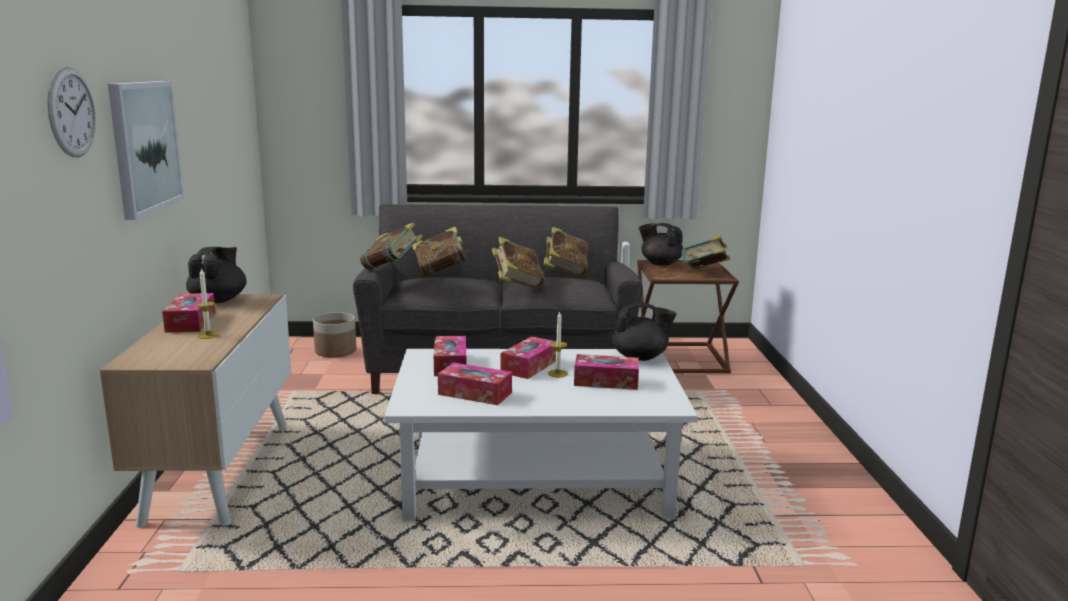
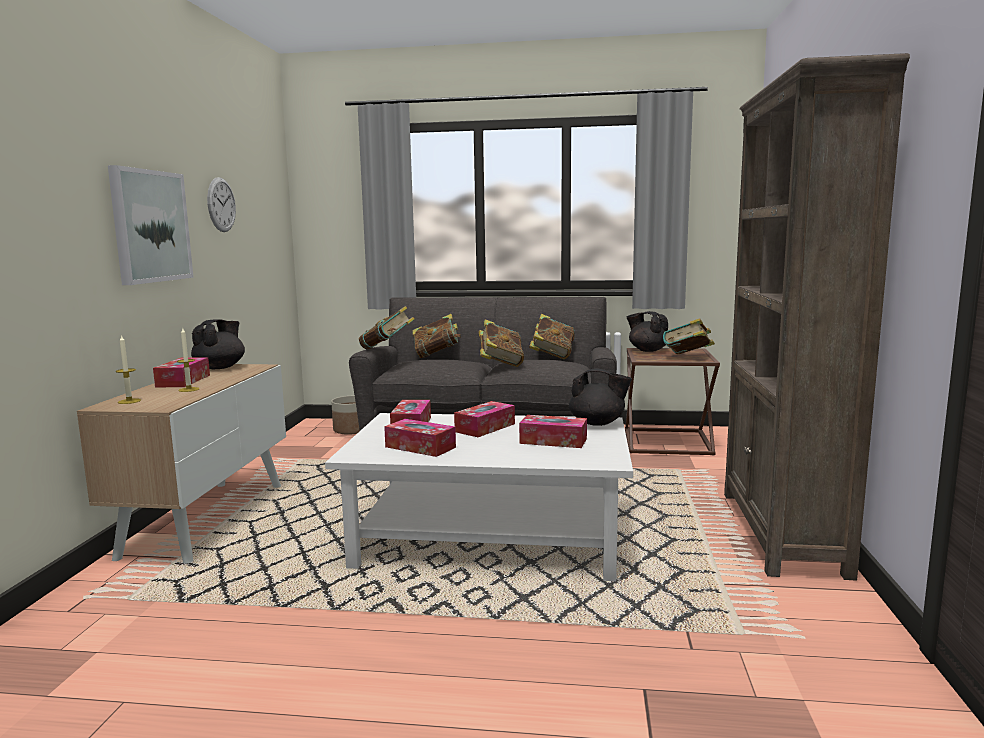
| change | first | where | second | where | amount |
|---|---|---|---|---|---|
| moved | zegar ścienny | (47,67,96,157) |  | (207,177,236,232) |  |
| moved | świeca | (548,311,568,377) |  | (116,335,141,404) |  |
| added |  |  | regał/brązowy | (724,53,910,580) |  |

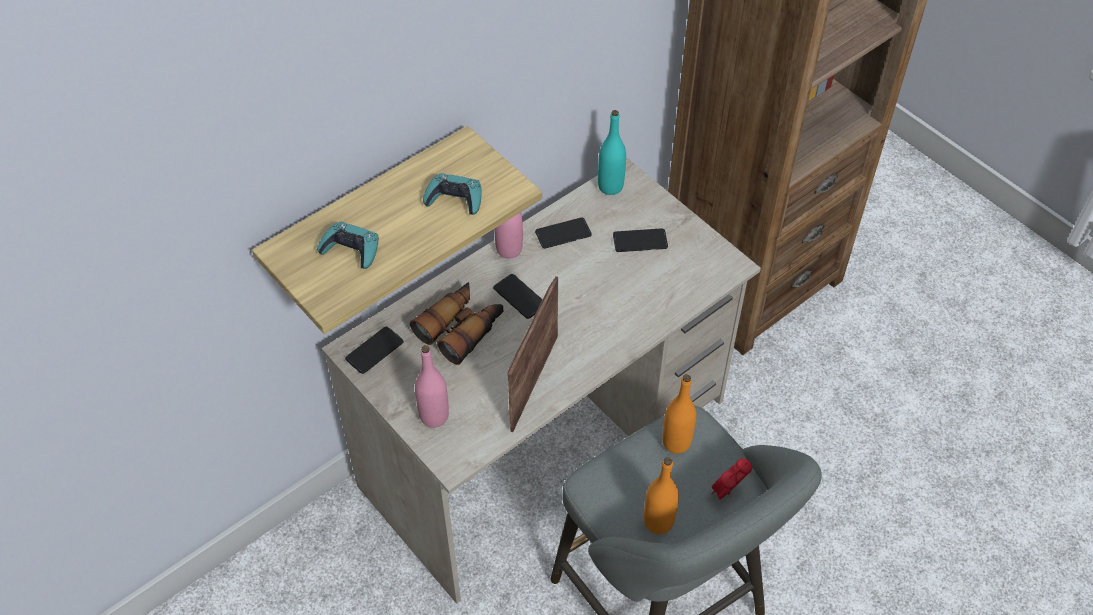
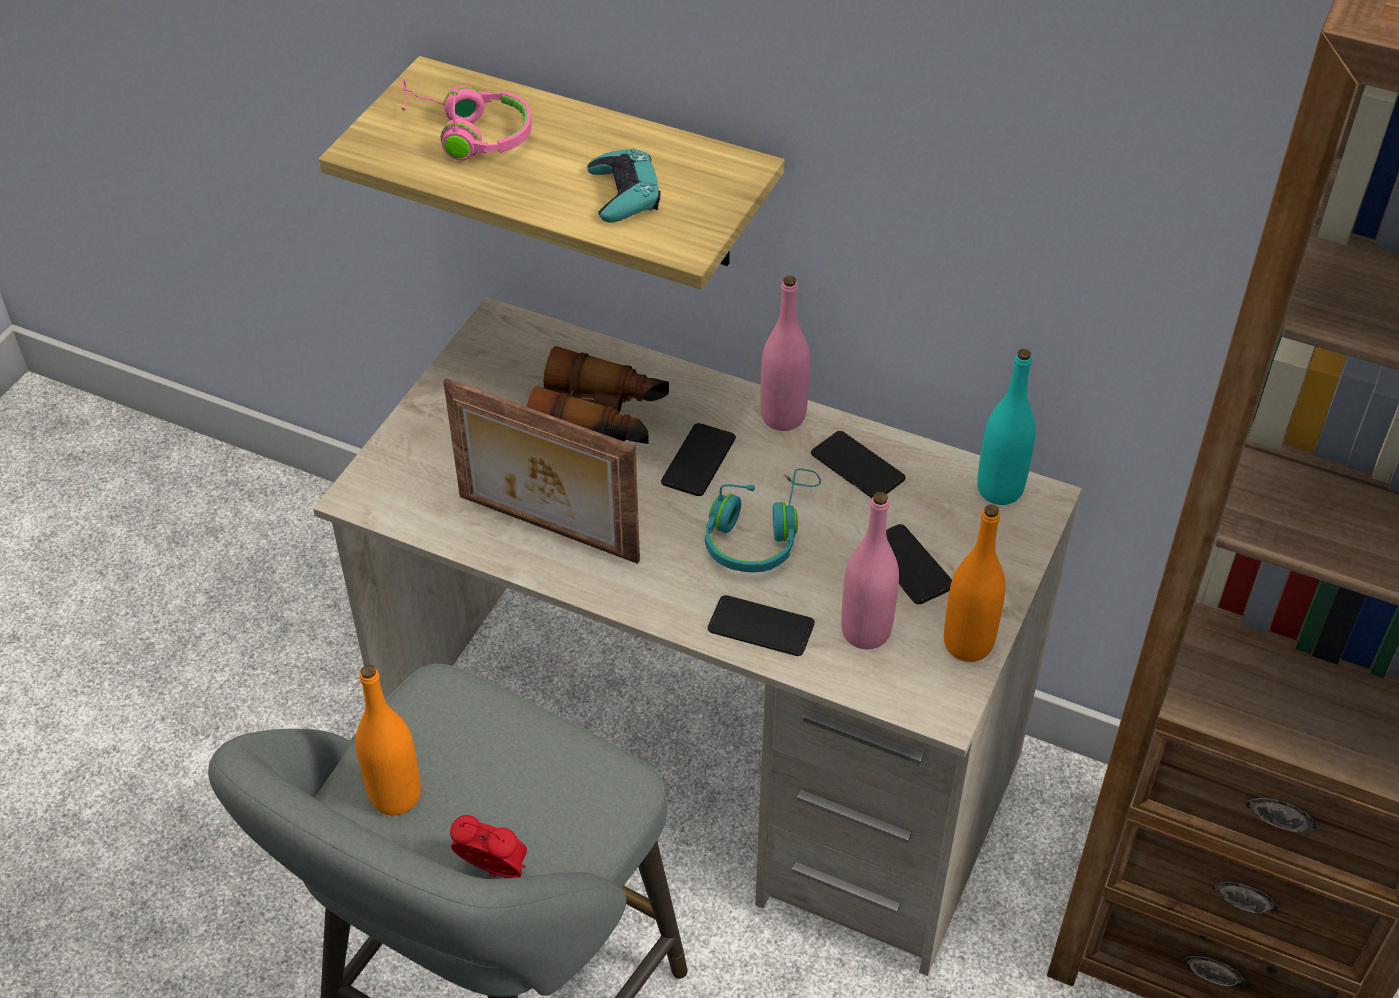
| change | first | where | second | where | amount |
|---|---|---|---|---|---|
| replaced | pad do gier/turkusowy | (317,222,378,269) | słuchawki/różowy | (401,79,532,161) |  |
| turned | ramka na zdjęcie | (508,276,558,432) |  | (443,378,640,564) | 150 degrees counterclockwise |
| moved | telefon | (345,327,404,374) |  | (708,595,815,656) |  |
| moved | butelka/różowy | (415,345,449,428) |  | (841,492,899,649) |  |
| moved | butelka/pomarańczowy | (662,374,696,454) |  | (944,504,1006,662) |  |
| added |  |  | słuchawki/turkusowy | (705,468,821,573) |  |

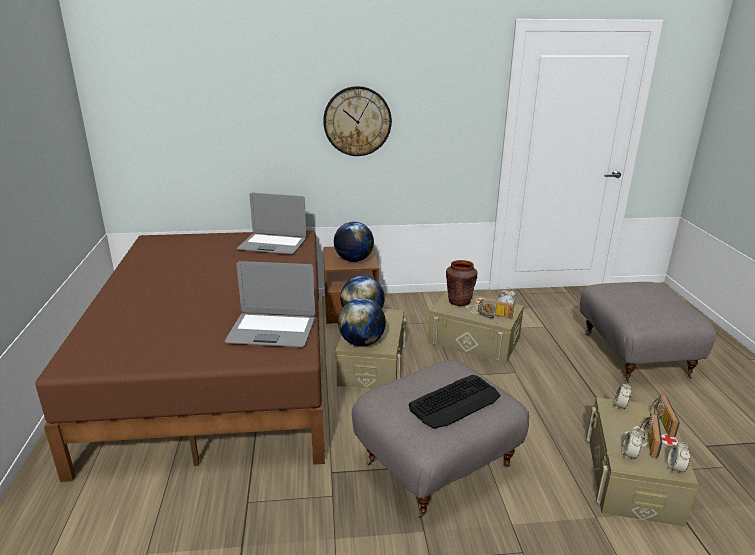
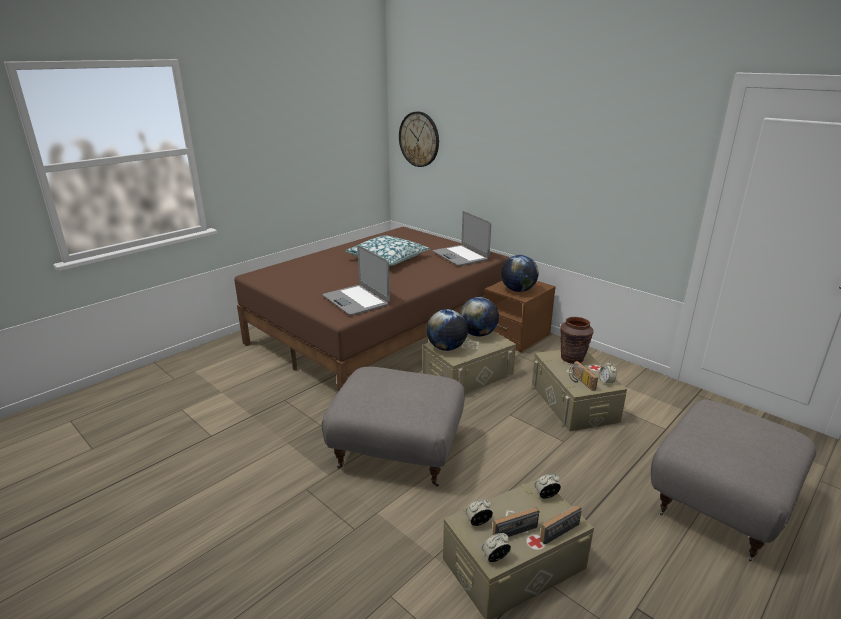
| change | first | where | second | where | amount |
|---|---|---|---|---|---|
| moved | zegar ścienny | (323,86,392,156) |  | (399,111,439,167) |  |
| removed | klawiatura | (409,375,501,429) |  |  |  |
| added |  |  | poduszka | (345,235,430,266) |  |

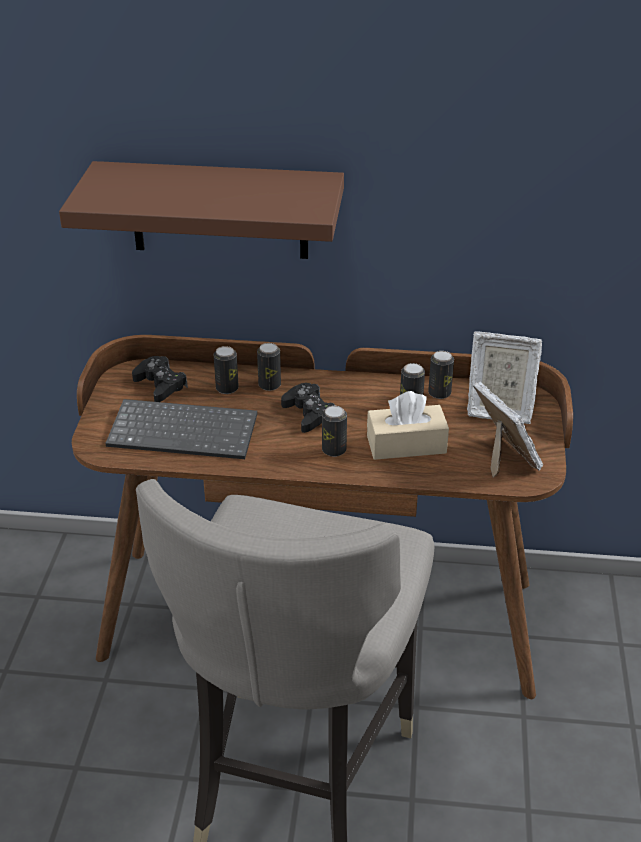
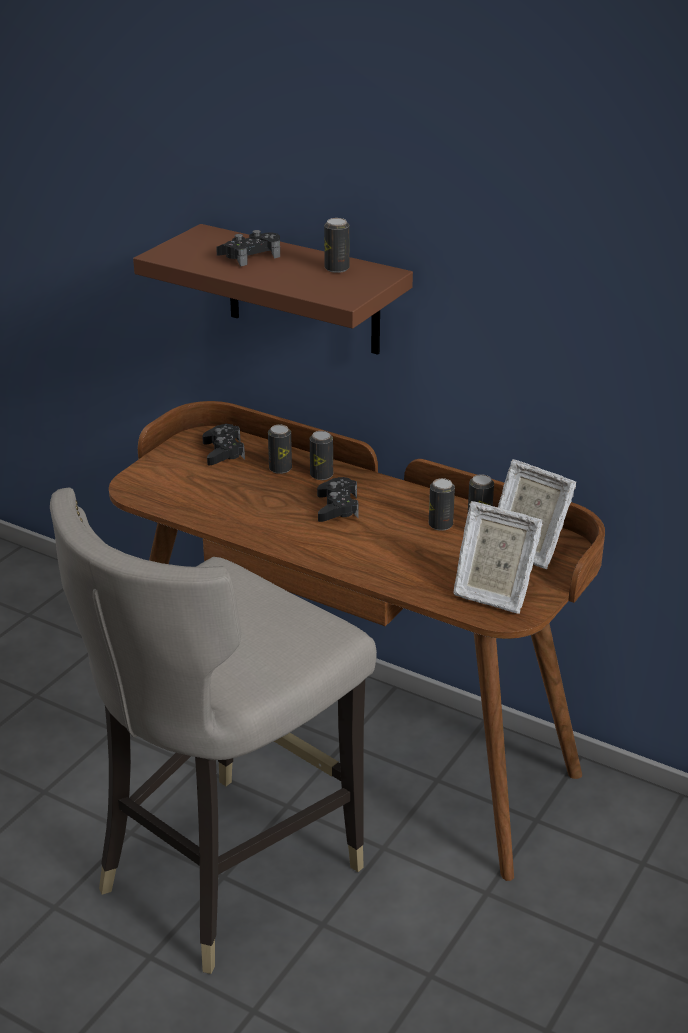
| change | first | where | second | where | amount |
|---|---|---|---|---|---|
| turned | ramka na zdjęcie | (473,381,543,478) |  | (454,501,543,614) | 120 degrees clockwise |
| removed | pudełko chusteczek/beżowy | (367,391,449,460) |  |  |  |
| removed | klawiatura | (105,399,257,459) |  |  |  |
| moved | puszka | (322,406,347,457) |  | (324,218,350,273) |  |
| added |  |  | pad do gier/czarny | (216,230,280,267) |  |

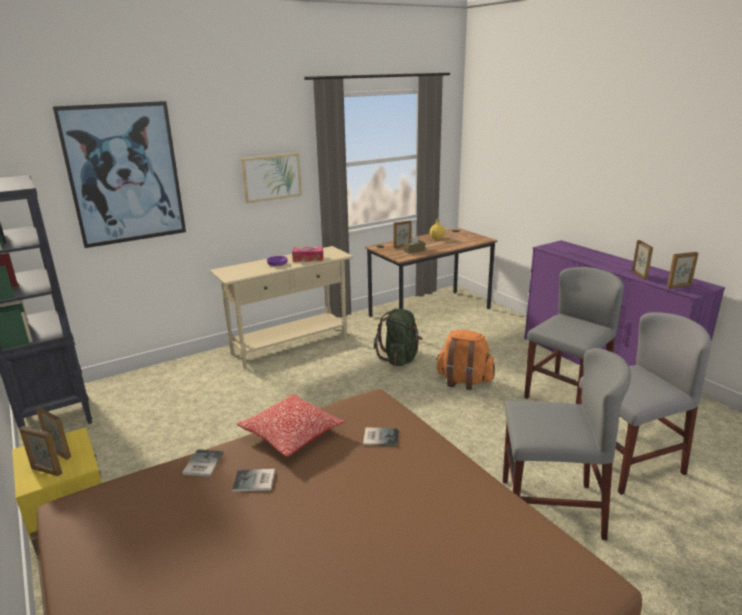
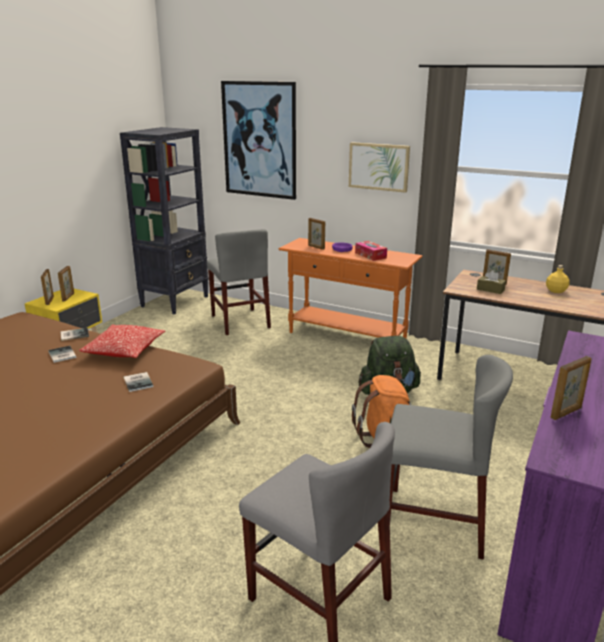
| change | first | where | second | where | amount |
|---|---|---|---|---|---|
| recoloured | stolik konsolowy/beżowy | (210,246,354,368) | stolik konsolowy/pomarańczowy | (279,238,423,339) |  |
| moved | ramka na zdjęcie | (667,252,698,289) |  | (308,218,325,250) |  |
| moved | krzesło/szary | (503,348,631,540) |  | (207,229,271,335) |  |

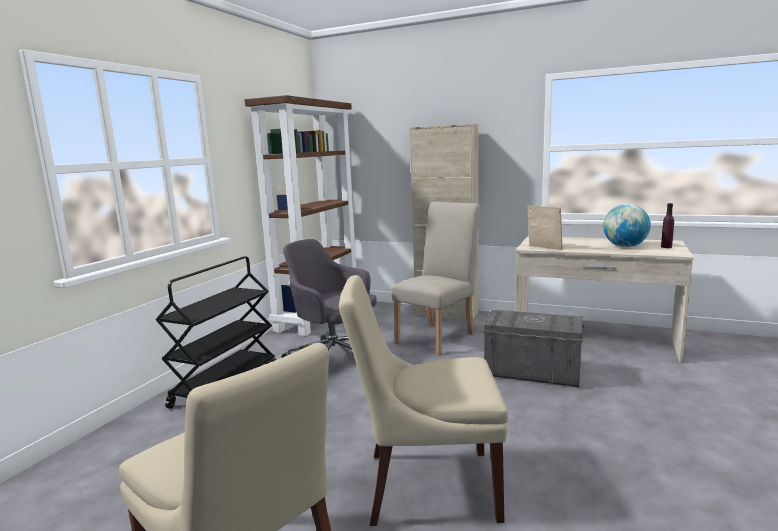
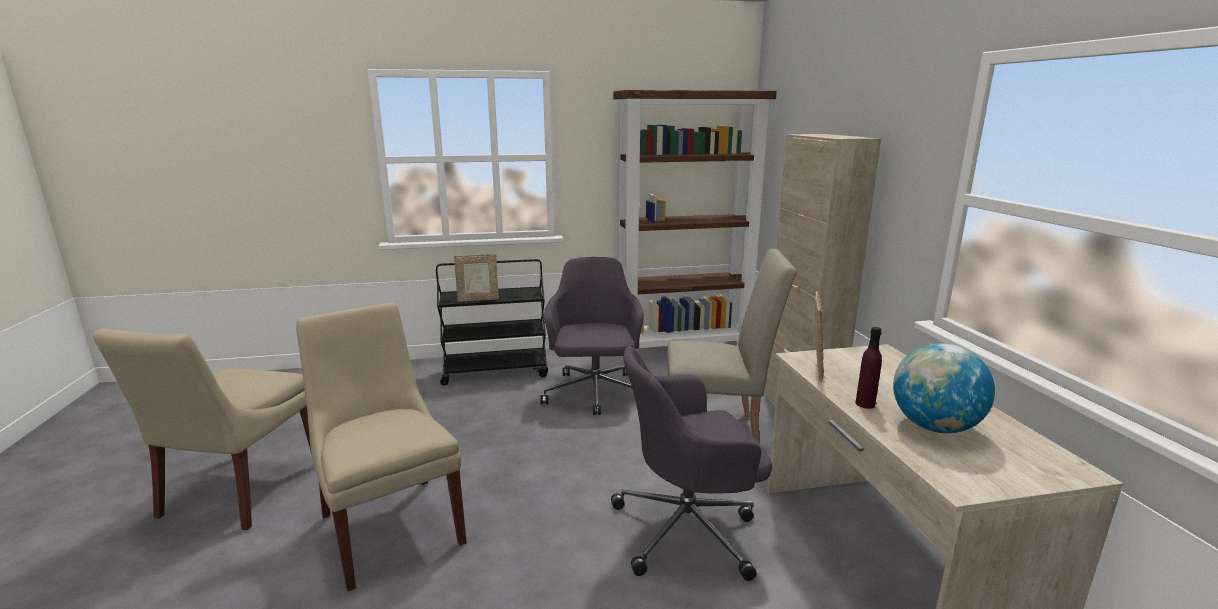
| change | first | where | second | where | amount |
|---|---|---|---|---|---|
| moved | butelka/fioletowy | (661,203,674,248) |  | (855,327,882,409) |  |
| replaced | pojemnik do przechowywania/szary | (482,309,584,387) | krzesło biurowe/szary | (611,346,772,581) |  |
| added |  |  | ramka na zdjęcie | (454,254,499,302) |  |

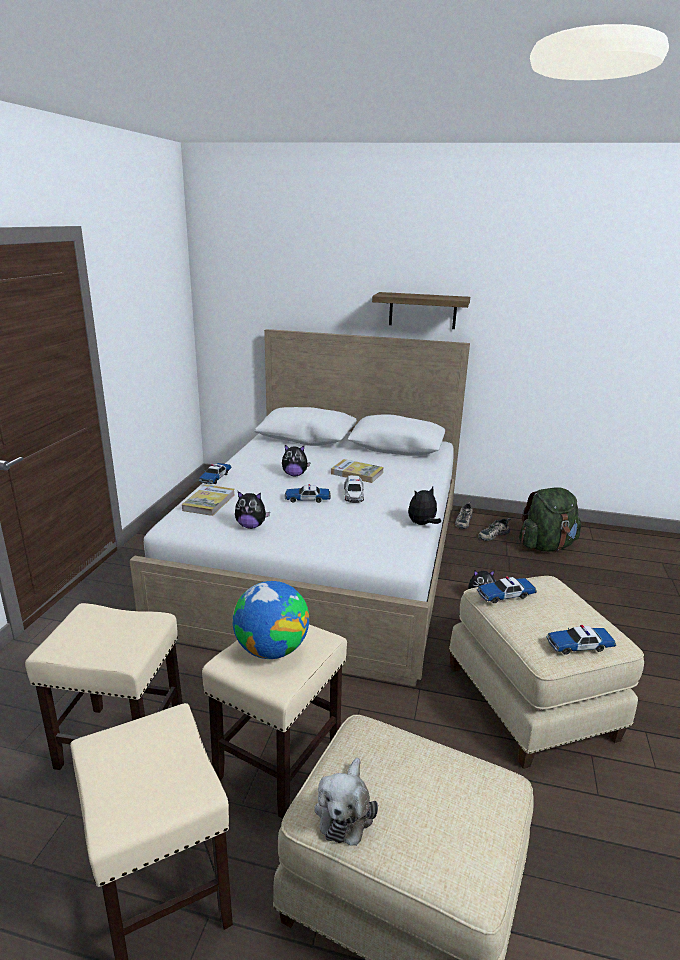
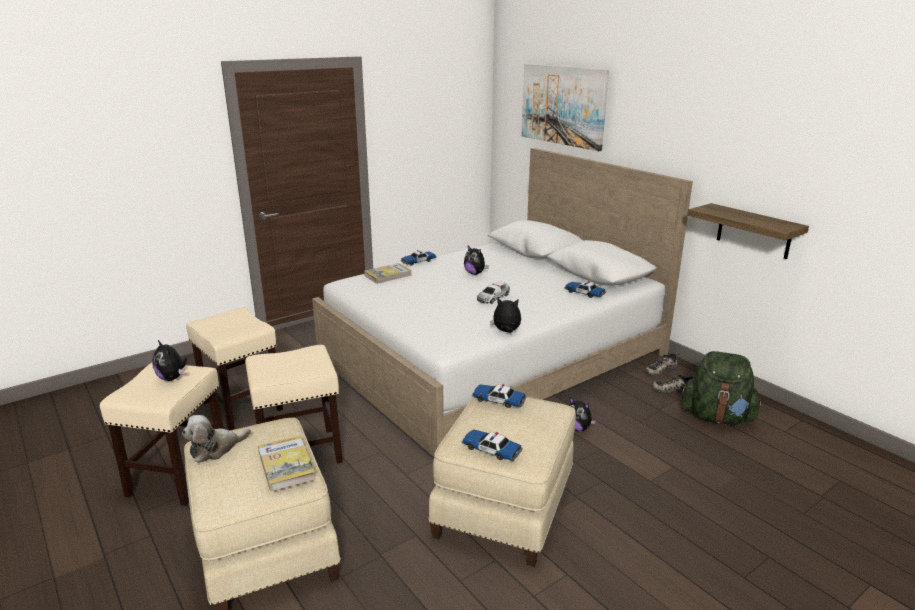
| change | first | where | second | where | amount |
|---|---|---|---|---|---|
| moved | półka | (372,292,470,329) |  | (687,203,809,259) |  |
| moved | książka | (331,459,384,483) |  | (258,436,316,492) |  |
| moved | samochodzik | (285,484,331,503) |  | (564,281,606,298) |  |
| moved | pluszak | (235,491,270,529) |  | (152,340,187,381) |  |
| removed | globus | (232,581,309,659) |  |  |  |
| added |  |  | obraz | (522,64,609,151) |  |

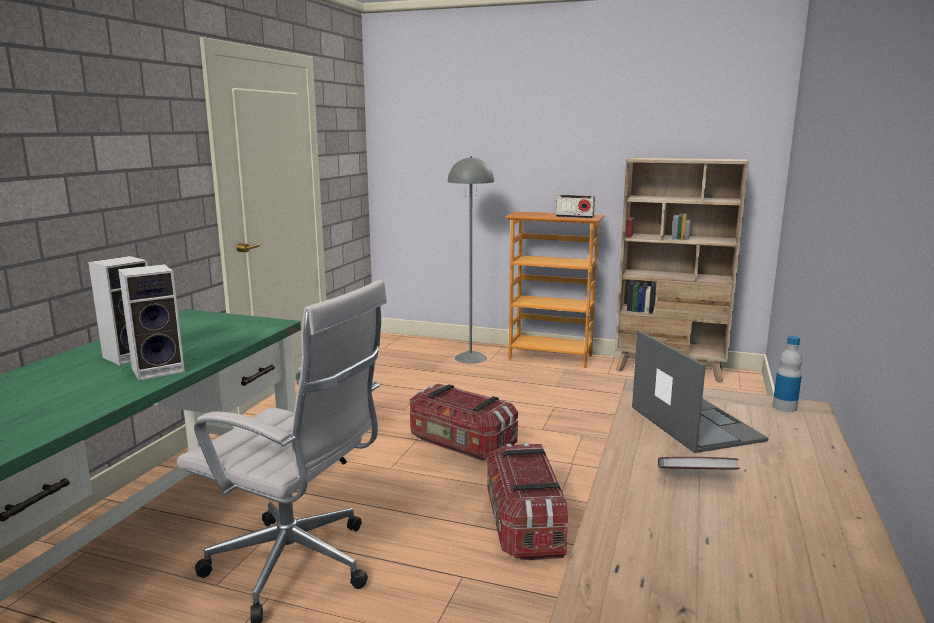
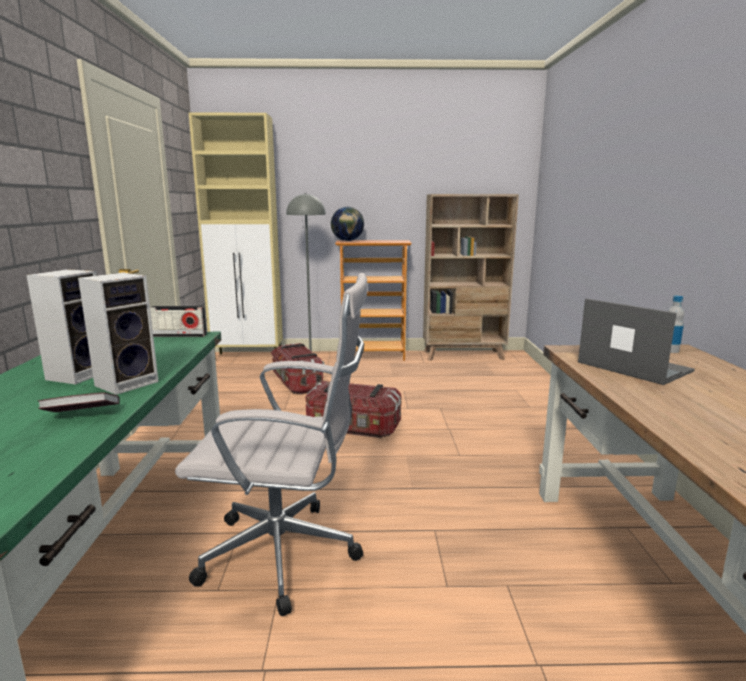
| change | first | where | second | where | amount |
|---|---|---|---|---|---|
| moved | radio | (556,195,595,218) |  | (150,306,207,337) |  |
| moved | pojemnik do przechowywania | (486,443,568,561) |  | (271,343,323,395) |  |
| moved | książka | (658,457,740,469) |  | (38,392,120,412) |  |
| added |  |  | szafka/beżowy | (189,112,283,360) |  |
| added |  |  | globus | (331,207,364,241) |  |

